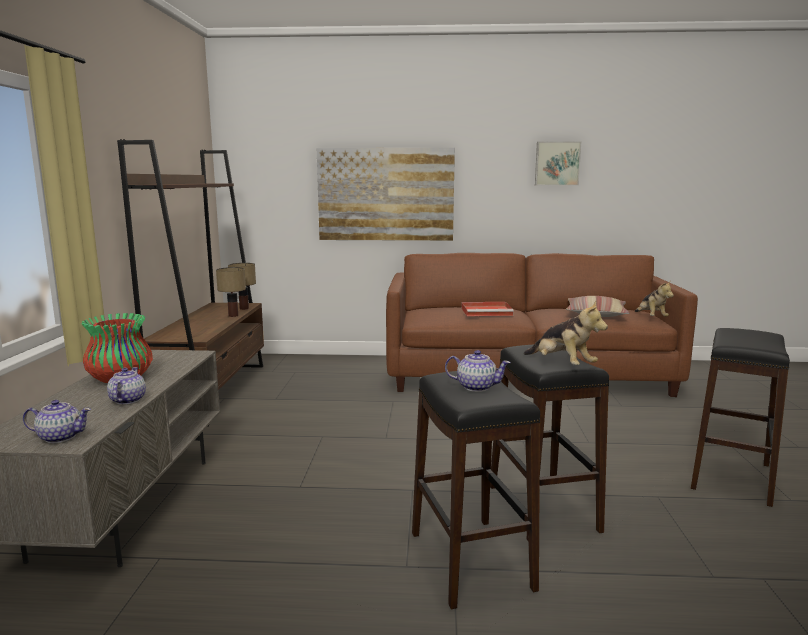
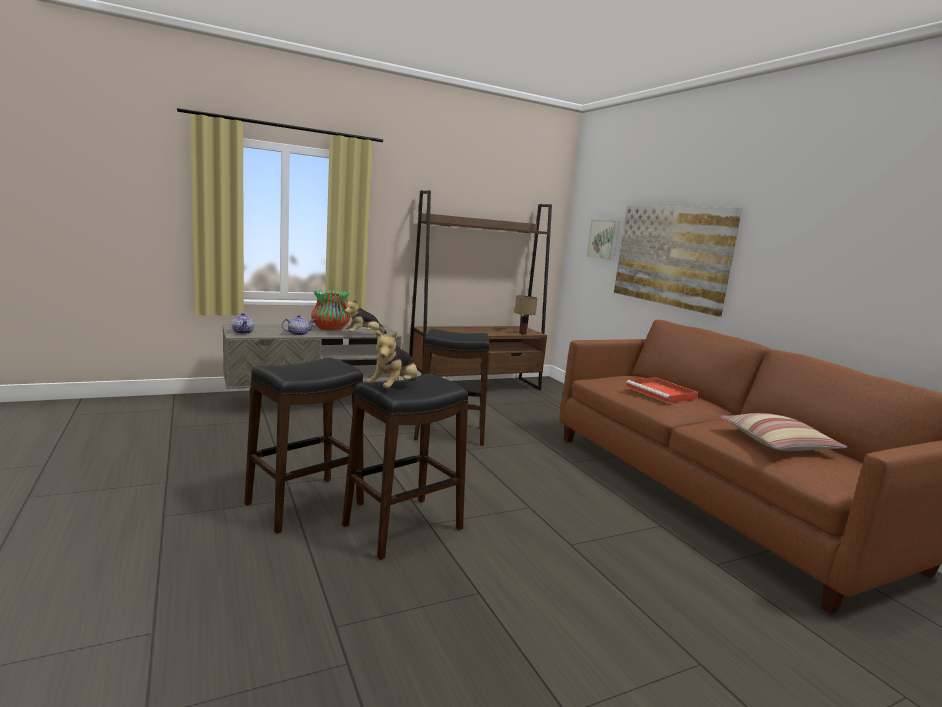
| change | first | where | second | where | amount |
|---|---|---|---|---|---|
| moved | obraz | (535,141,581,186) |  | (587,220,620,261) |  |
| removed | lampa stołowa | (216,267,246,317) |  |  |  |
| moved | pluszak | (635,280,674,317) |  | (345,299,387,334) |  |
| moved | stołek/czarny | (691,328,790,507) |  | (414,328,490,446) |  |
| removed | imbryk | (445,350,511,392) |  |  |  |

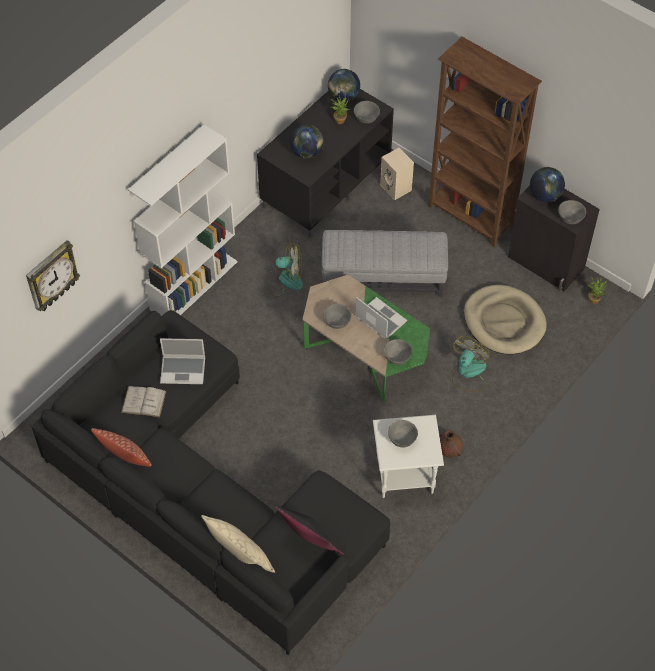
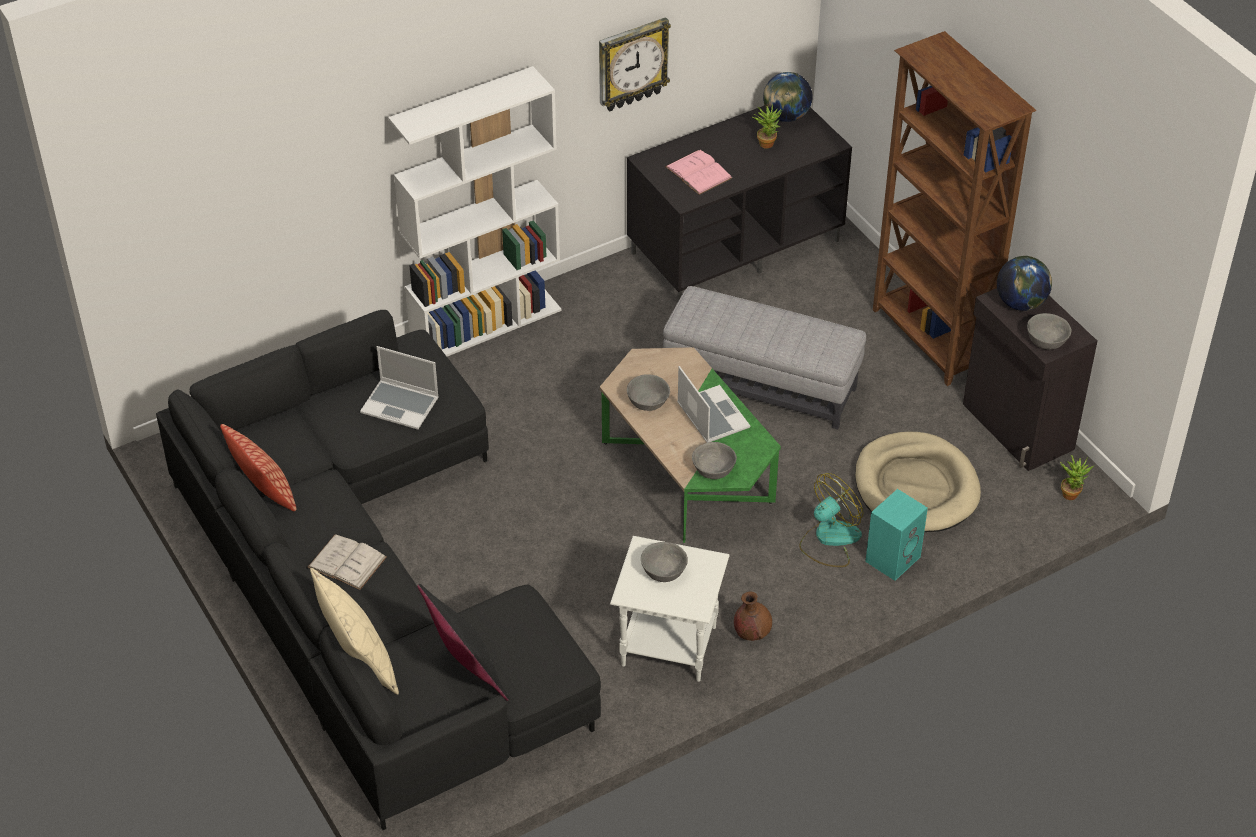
| change | first | where | second | where | amount |
|---|---|---|---|---|---|
| removed | miska/szary | (354,101,380,123) |  |  |  |
| replaced | globus | (290,125,324,159) | książka/różowy | (665,150,732,195) |  |
| removed | głośnik/beżowy | (380,148,414,200) |  |  |  |
| moved | zegar ścienny | (26,240,80,311) |  | (599,17,671,111) |  |
| removed | wentylator | (265,243,303,298) |  |  |  |
| moved | książka/biały | (121,386,166,417) |  | (308,534,387,590) |  |
| added |  |  | głośnik/turkusowy | (865,489,928,581) |  |

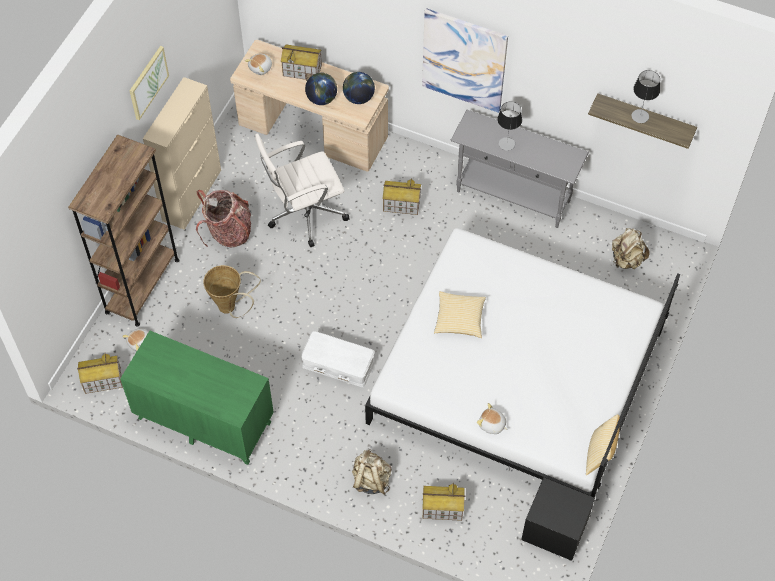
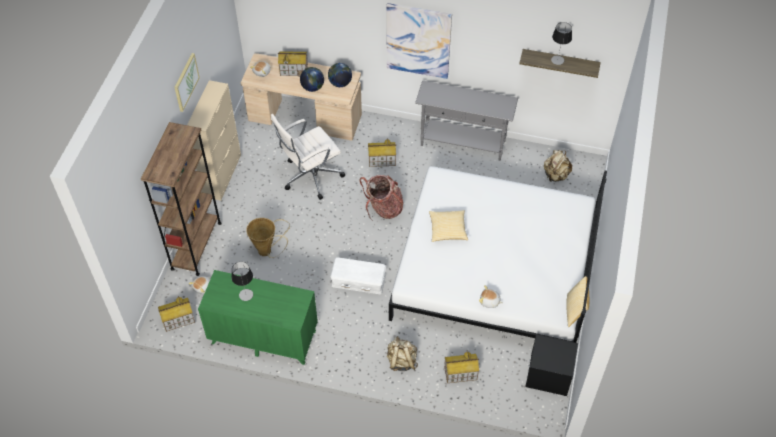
| change | first | where | second | where | amount |
|---|---|---|---|---|---|
| moved | lampa stołowa | (497,102,522,151) |  | (231,262,253,301) |  |
| moved | plecak | (196,190,251,247) |  | (360,175,403,221) |  |

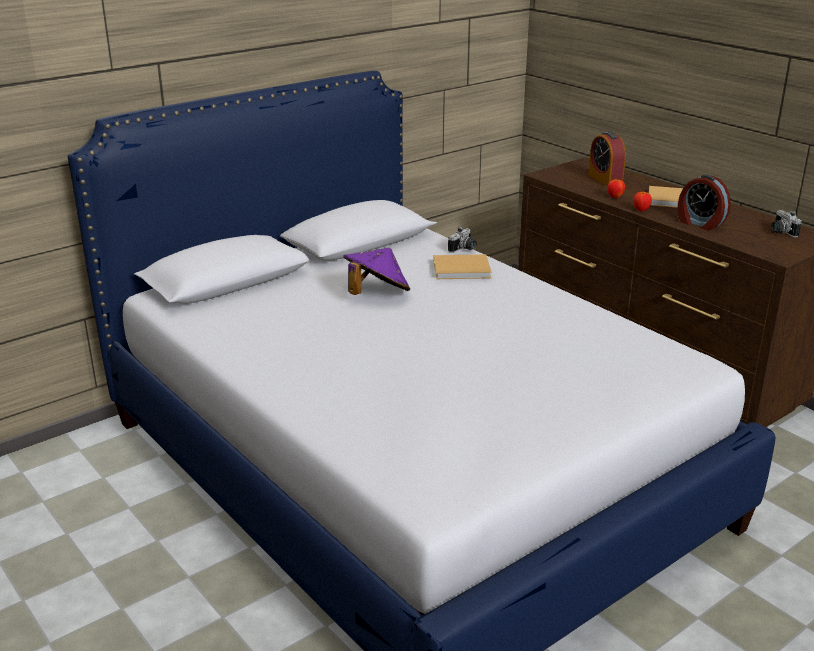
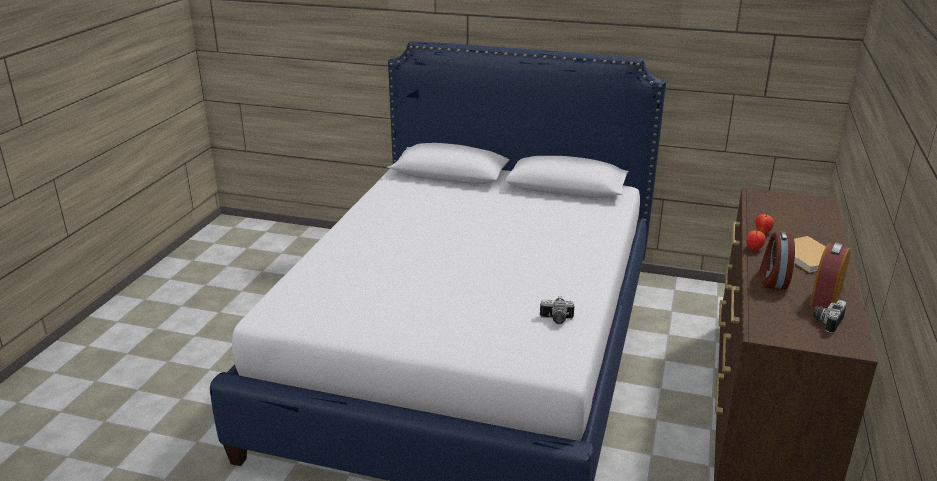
| change | first | where | second | where | amount |
|---|---|---|---|---|---|
| moved | budzik | (588,131,626,186) |  | (810,242,851,308) |  |
| moved | aparat fotograficzny | (448,227,477,253) |  | (540,296,574,324) |  |
| removed | kapelusz/fioletowy | (343,248,410,295) |  |  |  |
| removed | książka/beżowy | (434,254,492,279) |  |  |  |

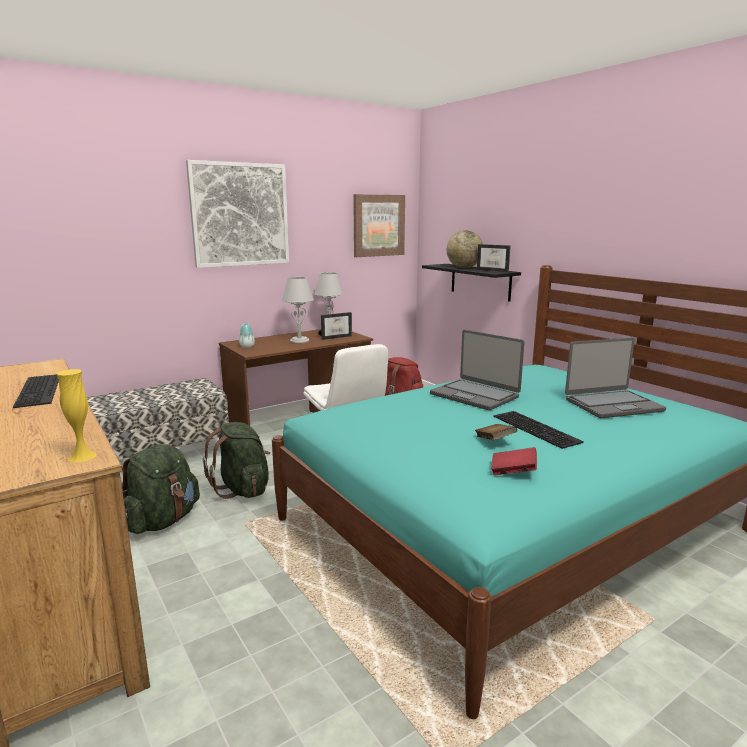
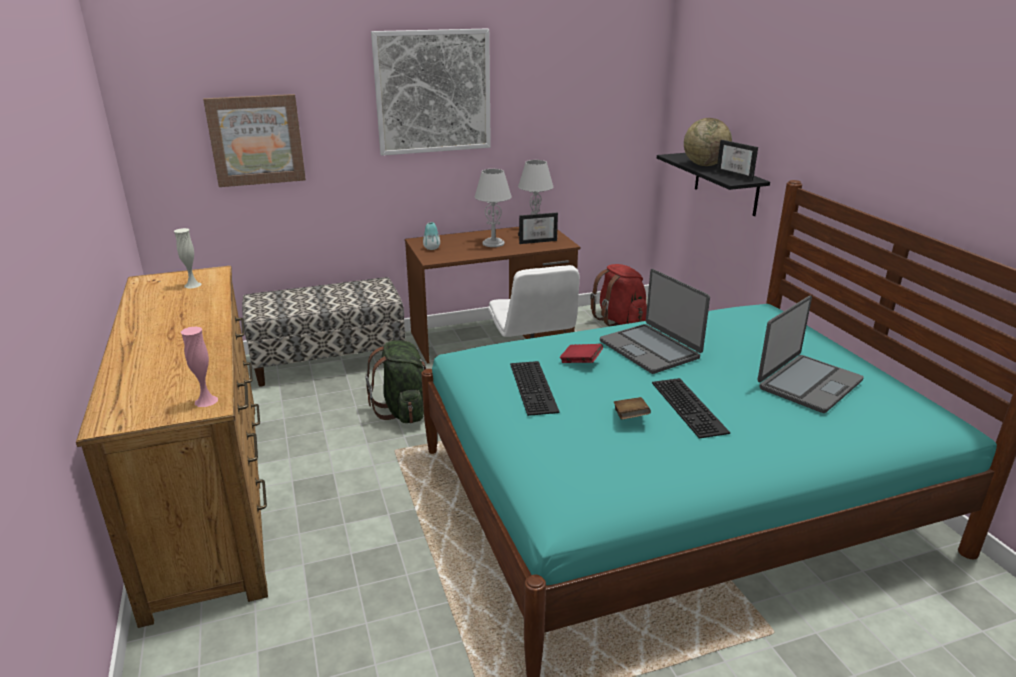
| change | first | where | second | where | amount |
|---|---|---|---|---|---|
| moved | obraz | (353,194,405,257) |  | (203,94,306,187) |  |
| turned | laptop | (565,338,666,418) |  | (758,296,864,413) | 45 degrees counterclockwise |
| recoloured | wazon/żółty | (56,369,97,462) | wazon/różowy | (181,326,218,407) |  |
| moved | klawiatura | (13,374,59,408) |  | (510,361,560,416) |  |
| removed | plecak/zielony | (121,444,200,534) |  |  |  |
| moved | książka/czerwony | (491,447,537,475) |  | (560,344,603,363) |  |
| added |  |  | wazon/biały | (174,228,201,288) |  |

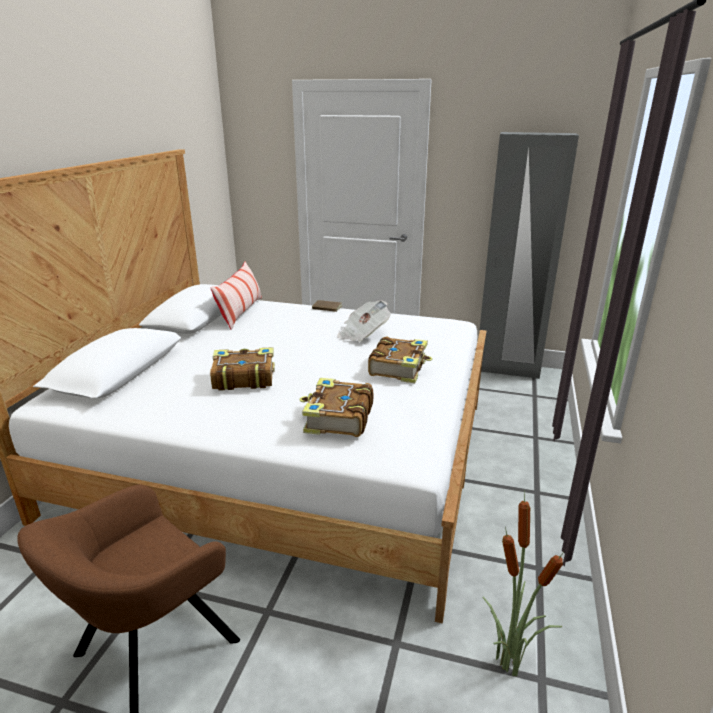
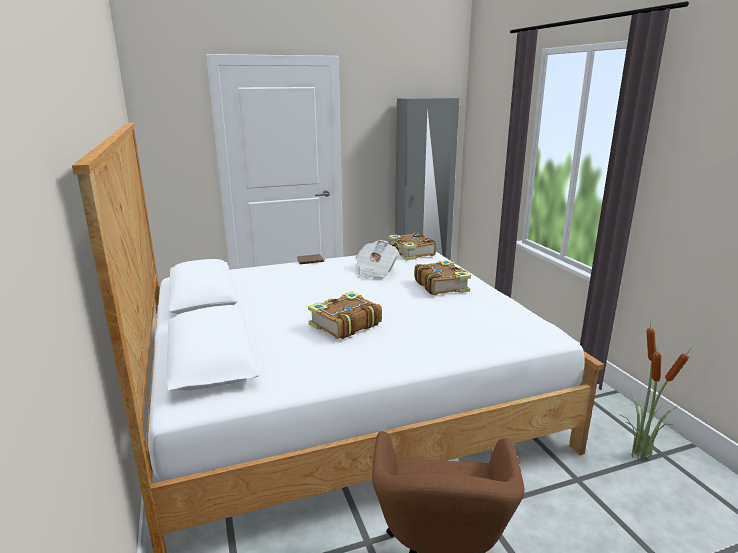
| change | first | where | second | where | amount |
|---|---|---|---|---|---|
| removed | poduszka | (210,262,262,330) |  |  |  |
| moved | książka | (299,378,373,437) |  | (388,233,436,260) |  |

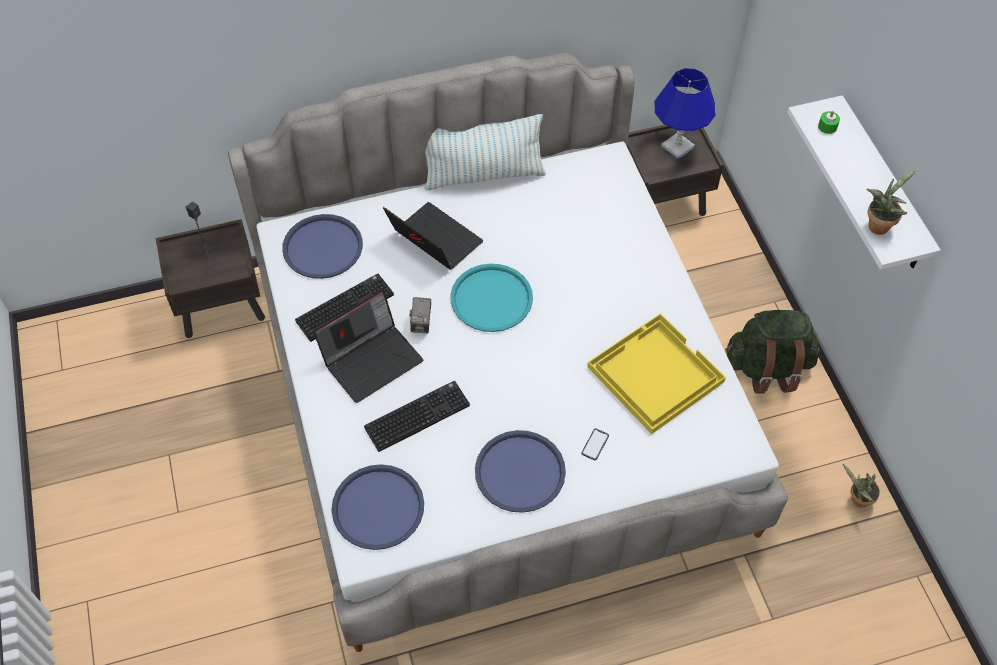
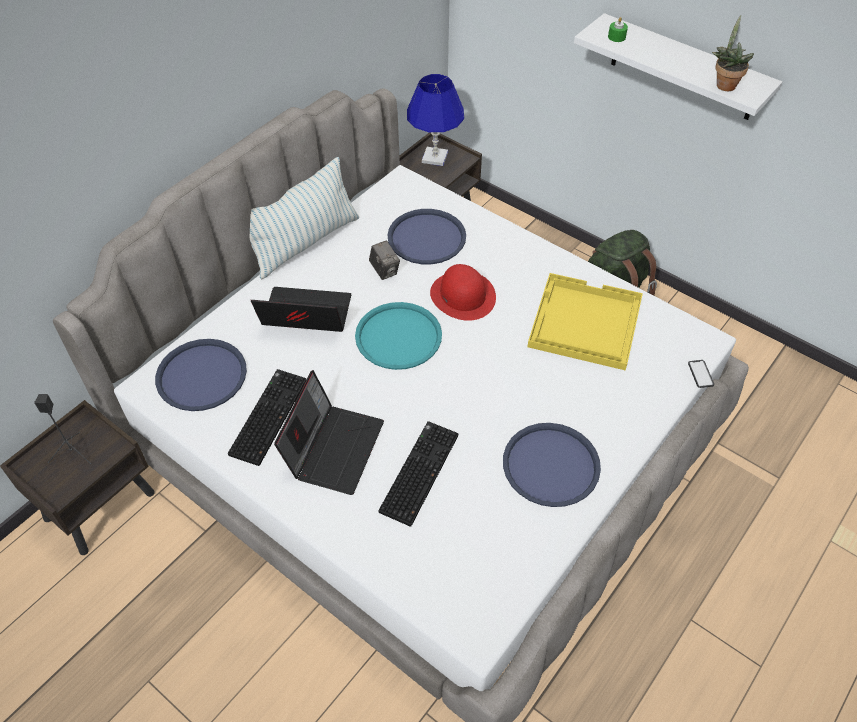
| change | first | where | second | where | amount |
|---|---|---|---|---|---|
| moved | aparat fotograficzny | (409,297,431,333) |  | (369,241,400,280) |  |
| moved | telefon | (581,428,609,460) |  | (688,360,714,388) |  |
| removed | roślina doniczkowa | (842,463,880,508) |  |  |  |
| moved | taca/niebieski | (331,464,424,550) |  | (387,209,466,264) |  |
| added |  |  | kapelusz/czerwony | (430,264,496,321) |  |

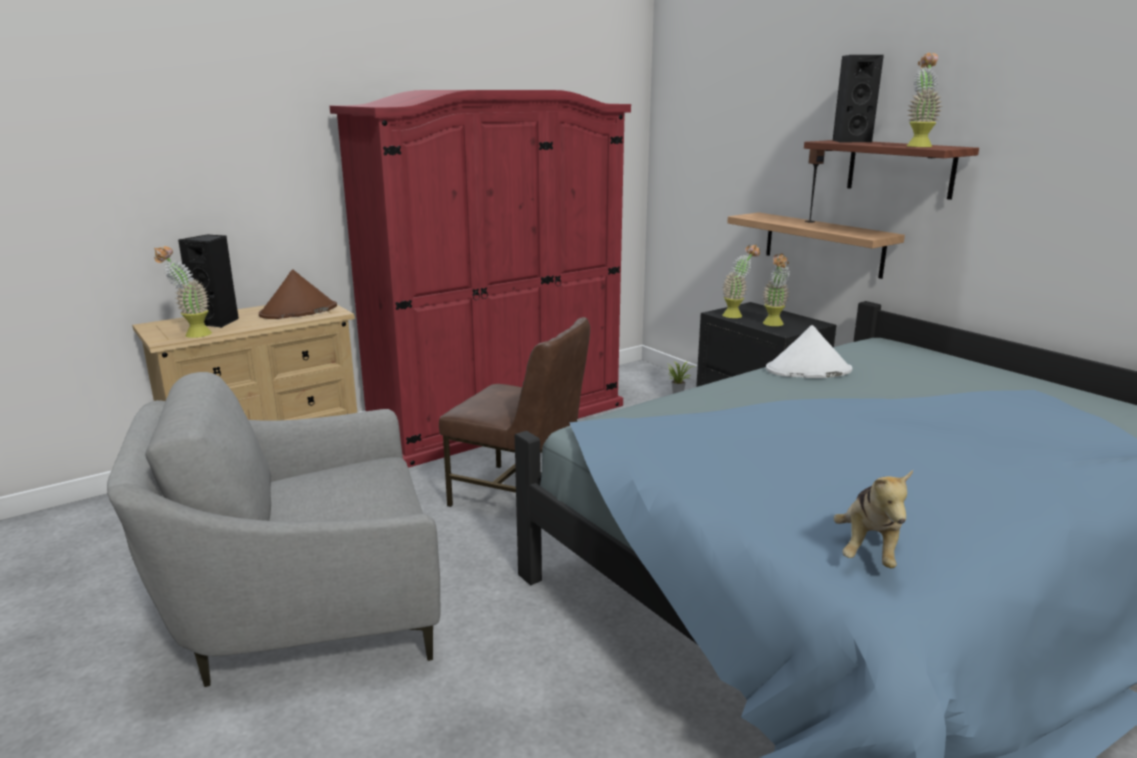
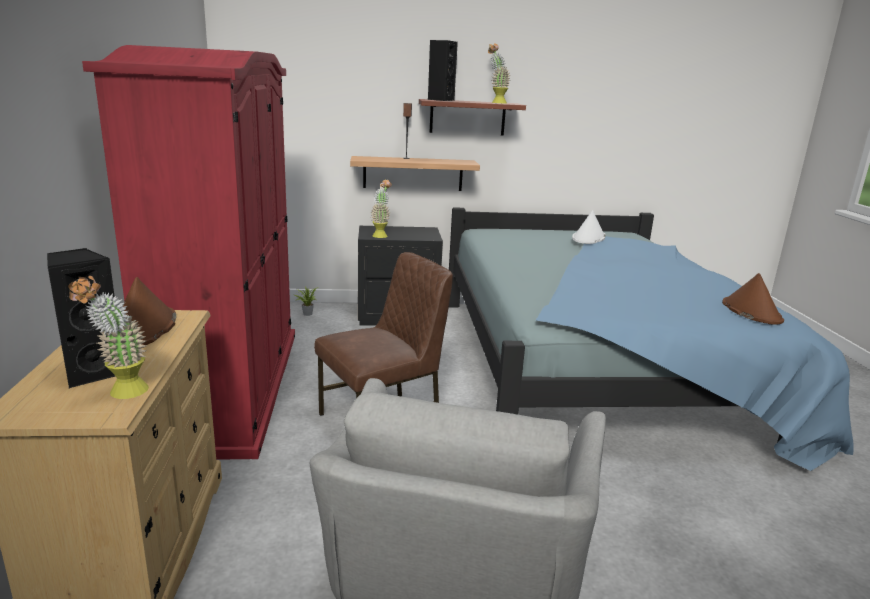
| change | first | where | second | where | amount |
|---|---|---|---|---|---|
| removed | roślina doniczkowa | (762,253,790,326) |  |  |  |
| moved | kapelusz/biały | (766,325,852,378) |  | (572,210,606,244) |  |
| replaced | pluszak | (834,470,913,568) | kapelusz/brązowy | (722,273,784,325) |  |

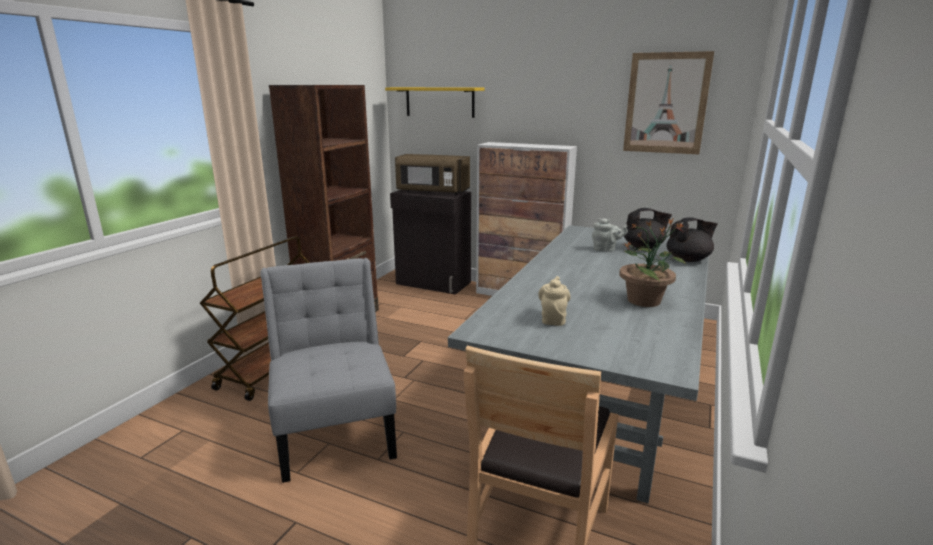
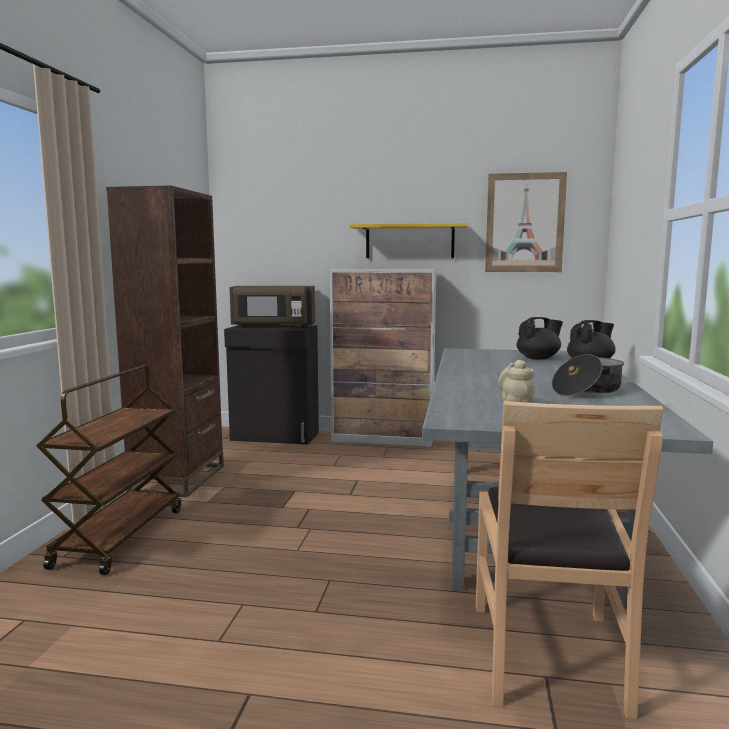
| change | first | where | second | where | amount |
|---|---|---|---|---|---|
| moved | półka/żółty | (385,87,485,118) |  | (349,223,467,258) |  |
| removed | imbryk/szary | (592,218,628,252) |  |  |  |
| replaced | roślina doniczkowa | (619,219,686,307) | garnek | (552,354,624,396) |  |
| removed | krzesło/szary | (260,258,397,483) |  |  |  |

